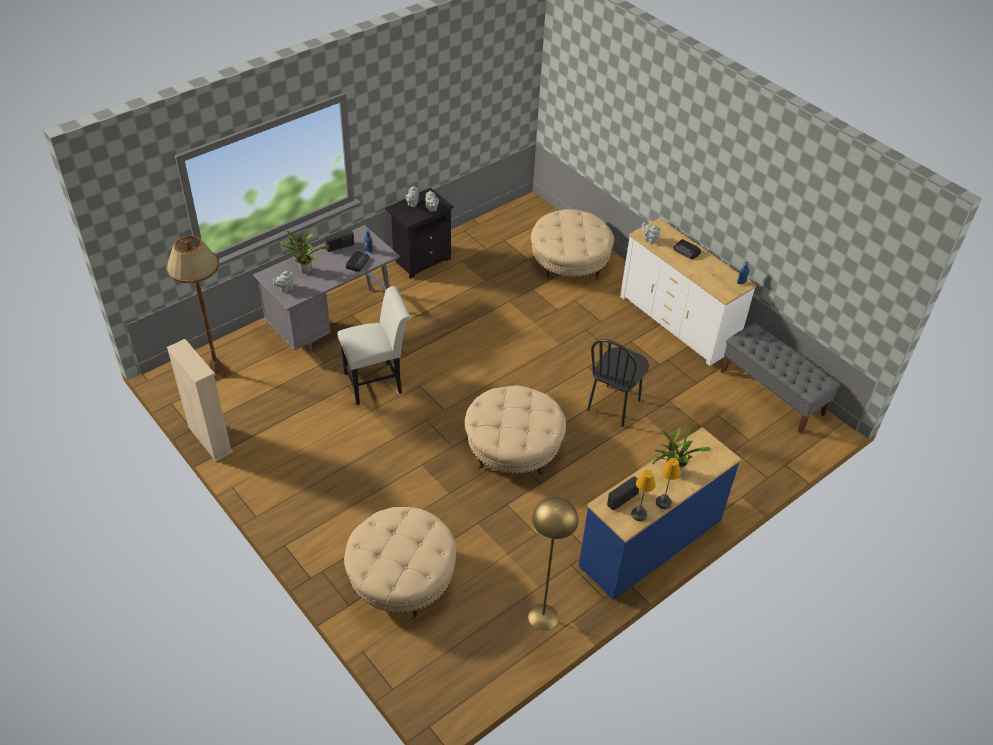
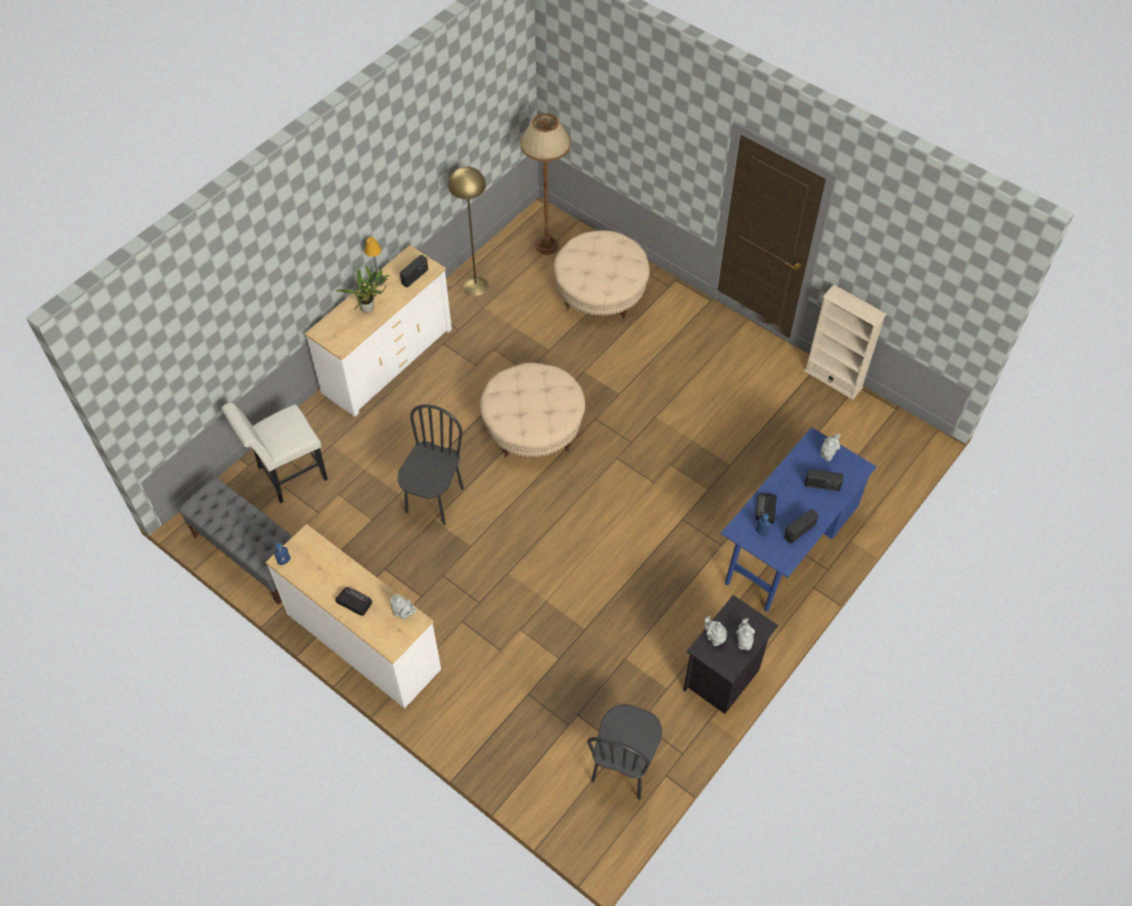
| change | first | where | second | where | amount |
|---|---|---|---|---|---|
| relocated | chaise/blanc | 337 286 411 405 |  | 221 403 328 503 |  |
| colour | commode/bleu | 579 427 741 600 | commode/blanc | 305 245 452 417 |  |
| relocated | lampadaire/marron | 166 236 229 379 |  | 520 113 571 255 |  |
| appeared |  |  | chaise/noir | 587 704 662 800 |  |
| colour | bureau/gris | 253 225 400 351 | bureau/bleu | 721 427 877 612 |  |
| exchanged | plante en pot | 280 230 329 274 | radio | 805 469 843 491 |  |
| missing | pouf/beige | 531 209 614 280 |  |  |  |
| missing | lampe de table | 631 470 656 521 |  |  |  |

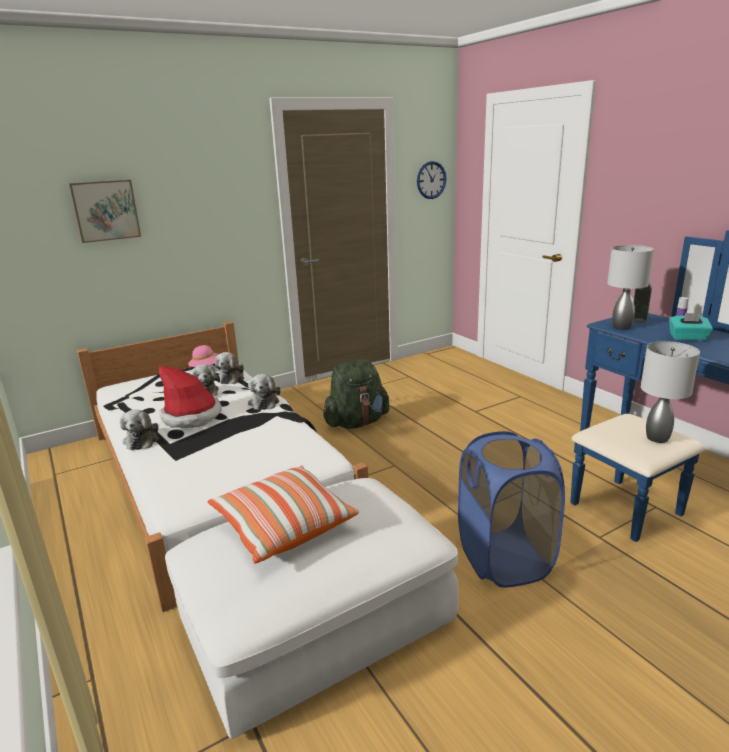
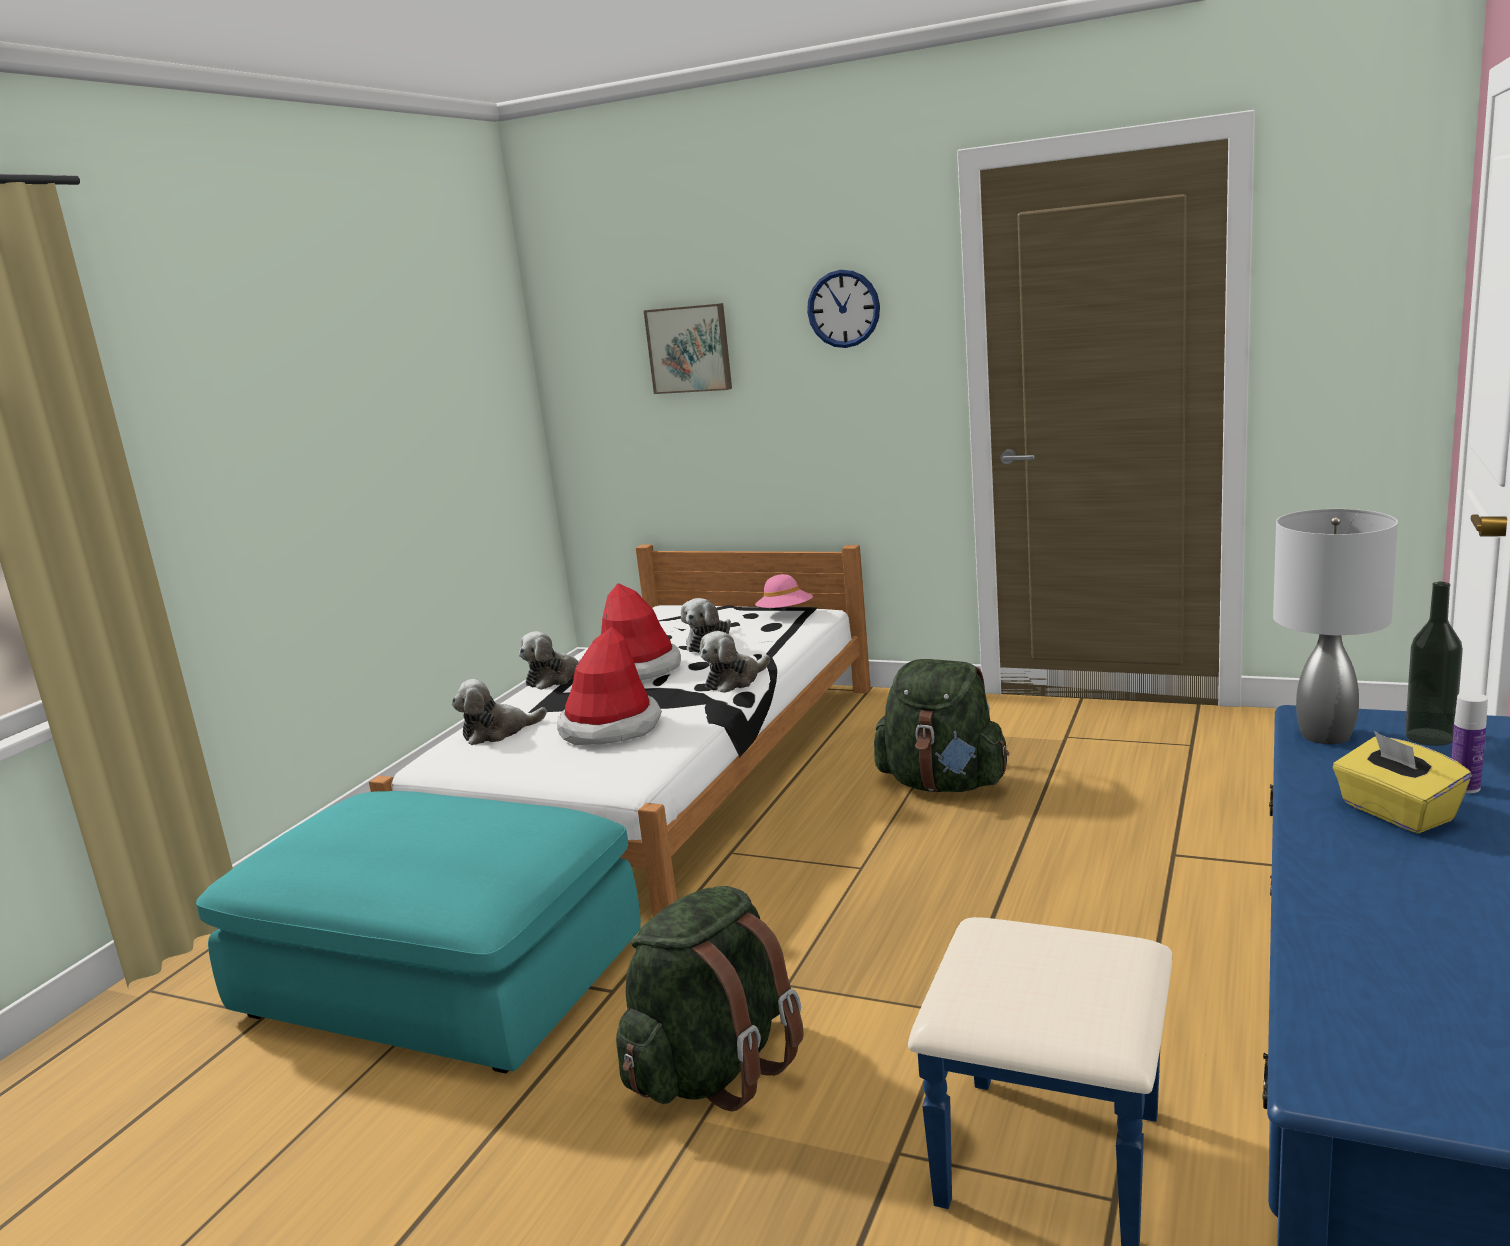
| change | first | where | second | where | amount |
|---|---|---|---|---|---|
| colour | pouf/blanc | 165 478 458 739 | pouf/turquoise | 196 791 641 1073 |  |
| relocated | peluche | 215 352 244 384 |  | 452 679 547 745 |  |
| appeared |  |  | chapeau | 557 627 662 745 |  |
| exchanged | panier à linge/bleu | 458 431 565 588 | sac à dos/vert | 616 886 804 1112 |  |
| relocated | horloge murale | 417 161 446 199 |  | 807 270 880 348 |  |
| colour | boîte à mouchoirs/turquoise | 669 313 713 341 | boîte à mouchoirs/jaune | 1332 731 1472 833 |  |
| missing | coussin | 208 465 359 563 |  |  |  |
| missing | lampe de table/gris | 641 341 700 443 |  |  |  |

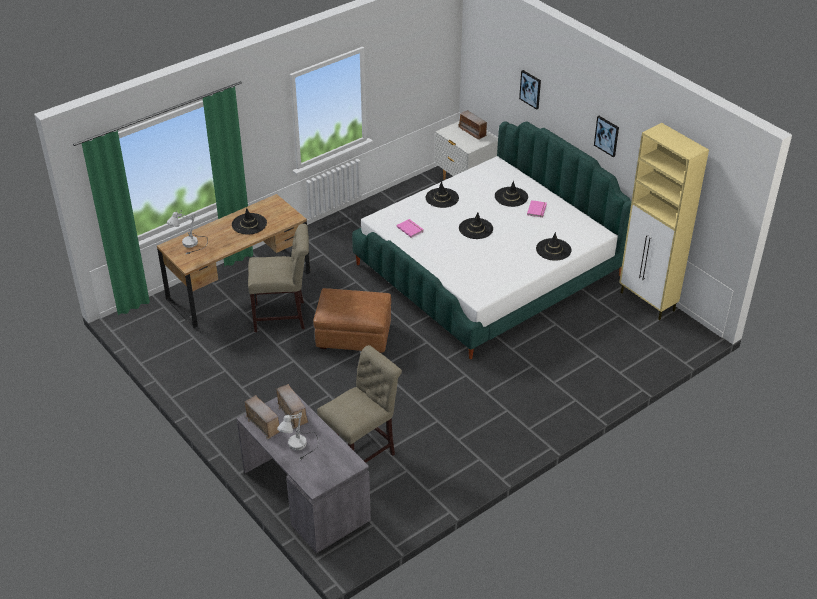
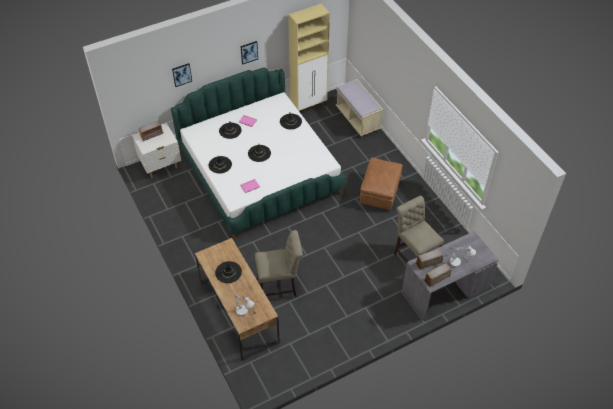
| change | first | where | second | where | amount |
|---|---|---|---|---|---|
| spun | chaise/beige | 248 224 309 332 |  | 255 230 303 297 | 75 degrees clockwise |
| appeared |  |  | banc/beige | 336 79 383 136 |  |
| relocated | pouf/marron | 313 288 391 353 |  | 360 158 402 210 |  |

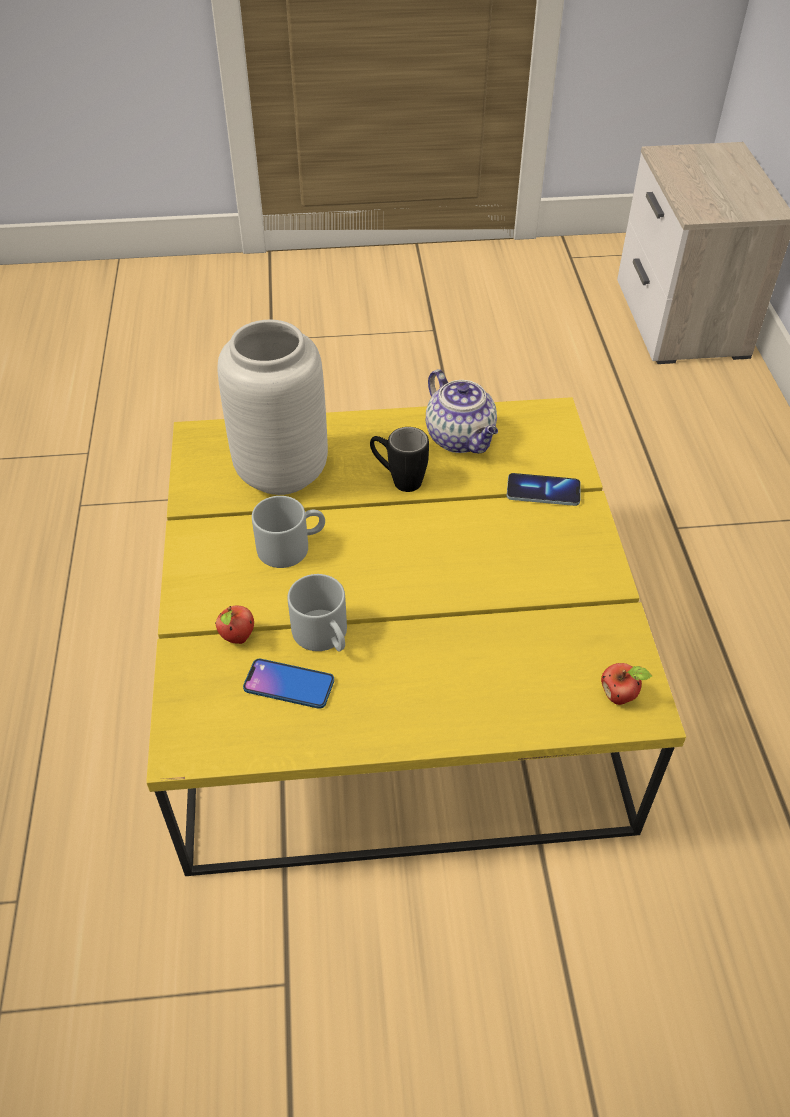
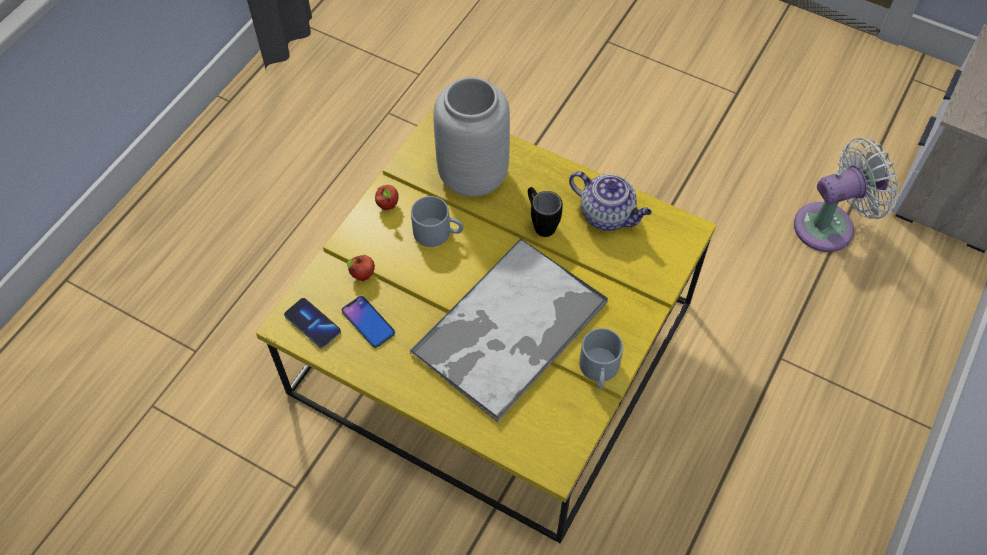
| change | first | where | second | where | amount |
|---|---|---|---|---|---|
| relocated | téléphone | 507 473 581 506 |  | 284 298 341 349 |  |
| relocated | pomme | 601 663 652 705 |  | 375 185 398 210 |  |
| appeared |  |  | plateau | 409 238 608 422 |  |
| spun | théière | 426 369 498 453 |  | 569 171 652 231 | 60 degrees counterclockwise |
| relocated | mug/gris | 288 574 347 651 |  | 579 328 623 389 |  |
| appeared |  |  | ventilateur/blanc | 794 138 899 252 |  |

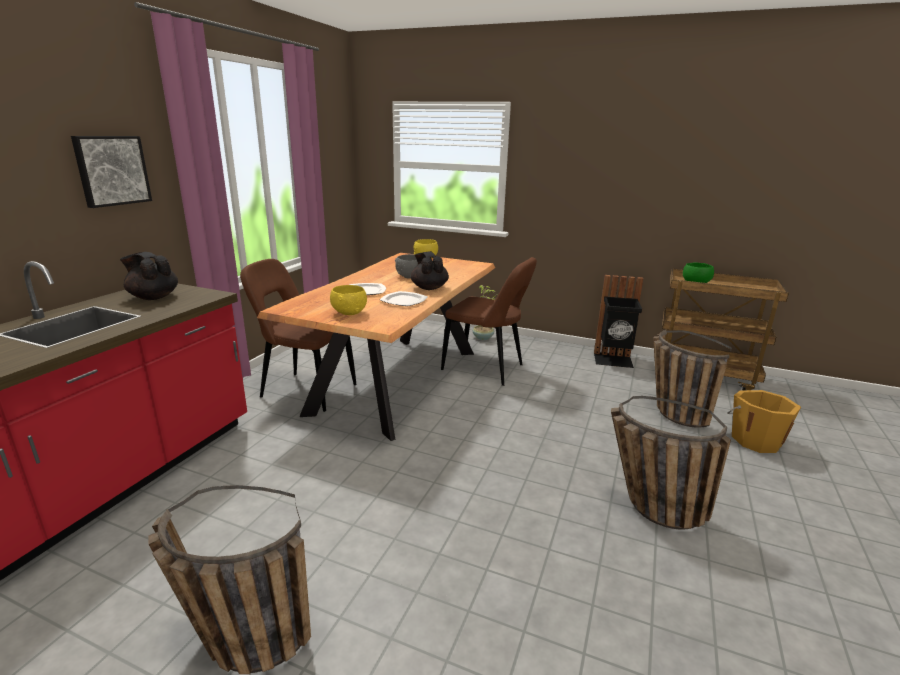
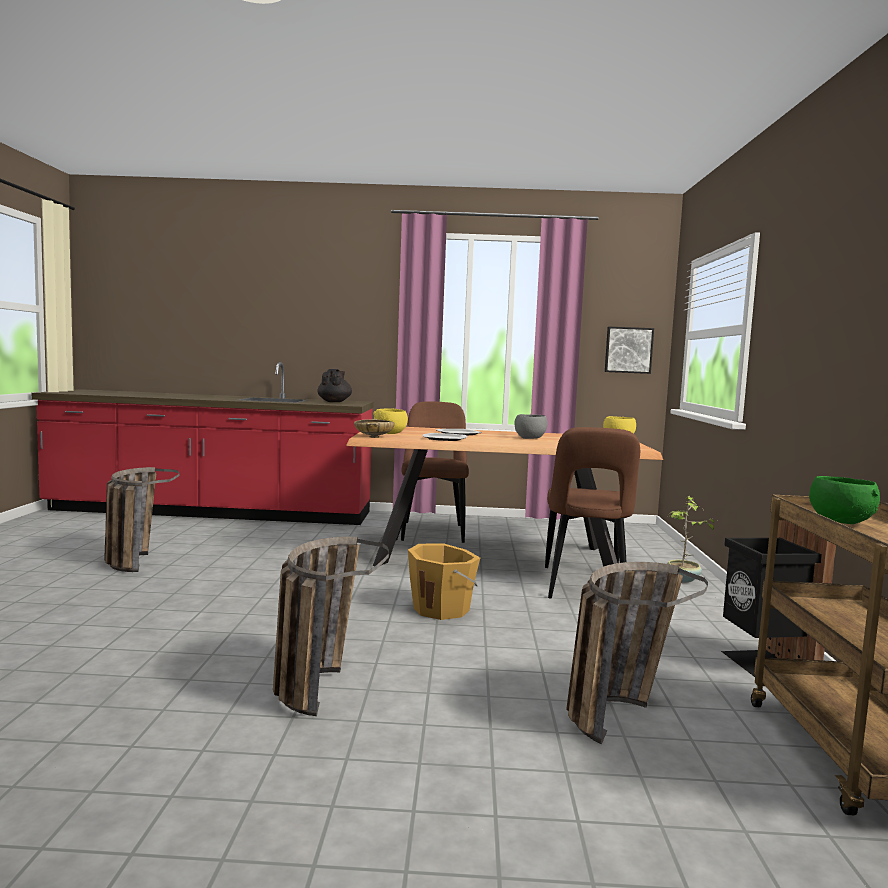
| change | first | where | second | where | amount |
|---|---|---|---|---|---|
| appeared |  |  | bol/beige | 354 419 395 438 |  |
| relocated | seau/orange | 728 390 801 453 |  | 408 544 480 620 |  |
| relocated | tableau | 71 136 152 208 |  | 605 327 654 374 |  |
| missing | théière/noir | 411 251 449 290 |  |  |  |

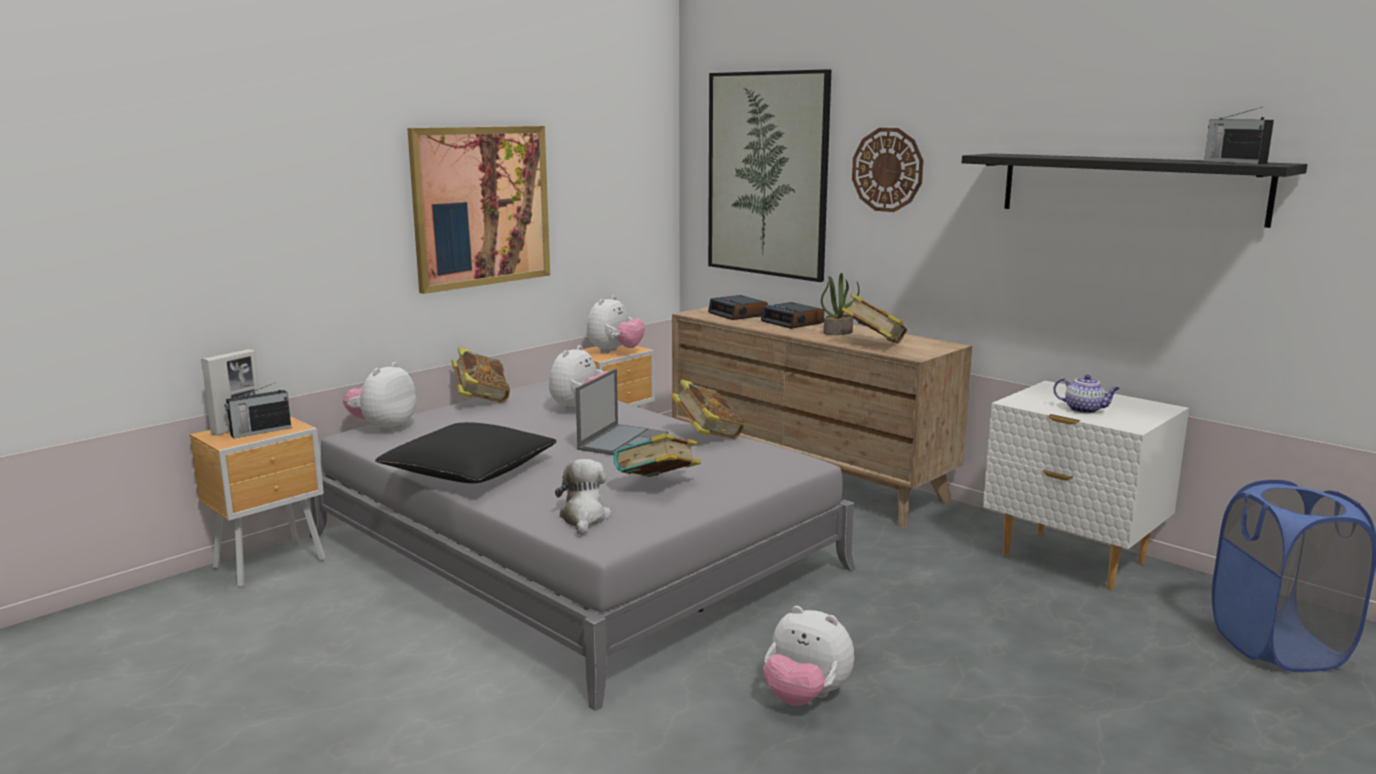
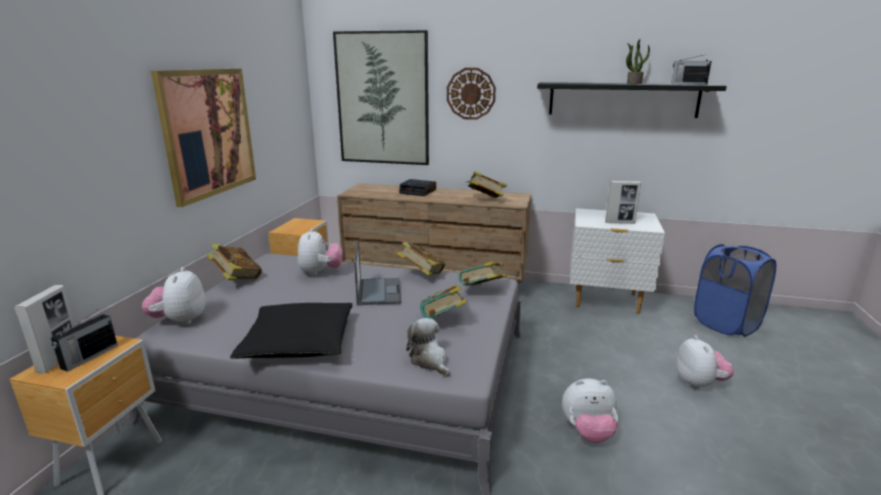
| change | first | where | second | where | amount |
|---|---|---|---|---|---|
| appeared |  |  | livre | 459 261 507 286 |  |
| exchanged | théière | 1053 374 1120 414 | cadre photo | 605 181 641 224 |  |
| relocated | plante en pot | 821 273 860 335 |  | 626 39 650 84 |  |
| relocated | peluche | 587 295 645 354 |  | 676 335 734 390 |  |
| missing | réveil | 708 295 768 320 |  |  |  |

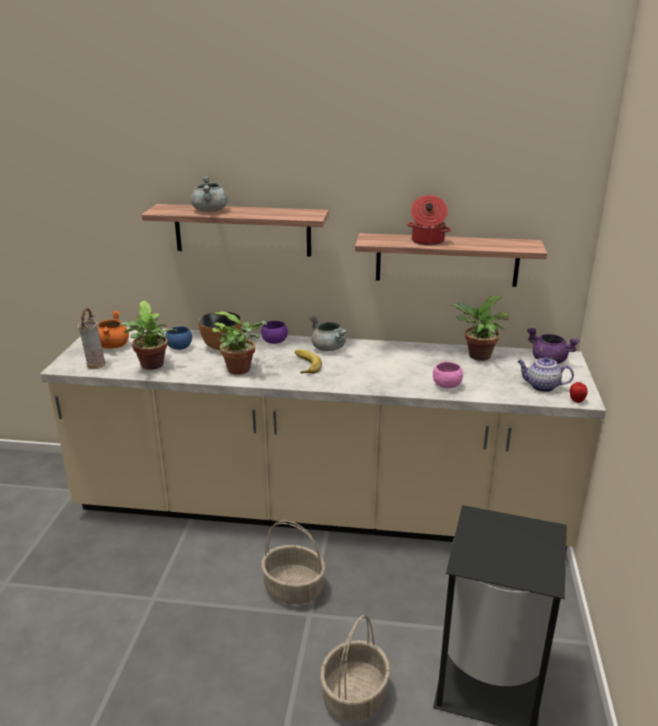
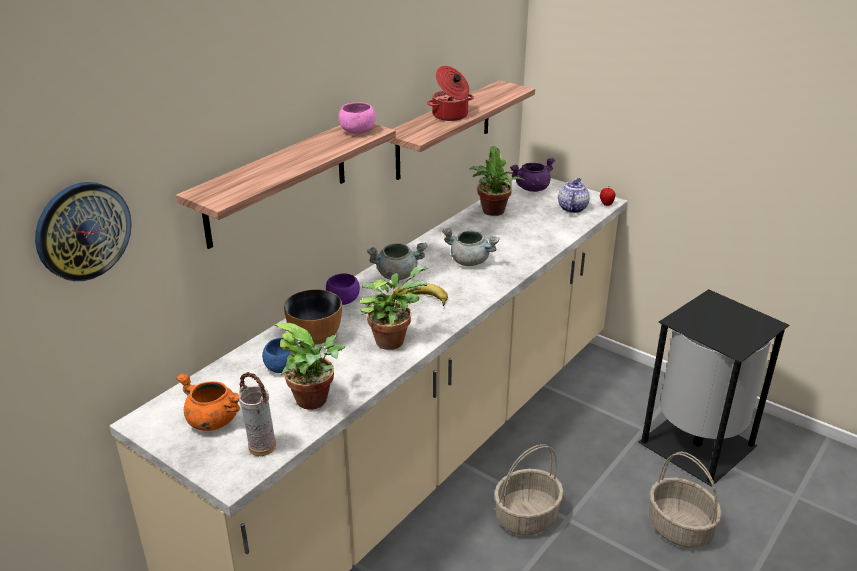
| change | first | where | second | where | amount |
|---|---|---|---|---|---|
| appeared |  |  | horloge murale | 35 182 132 281 |  |
| relocated | bol/rose | 433 362 463 388 |  | 339 103 376 134 |  |
| relocated | marmite/gris | 191 175 228 212 |  | 442 228 500 266 |  |
| spun | théière | 517 357 574 392 |  | 558 178 590 213 | 150 degrees clockwise |

